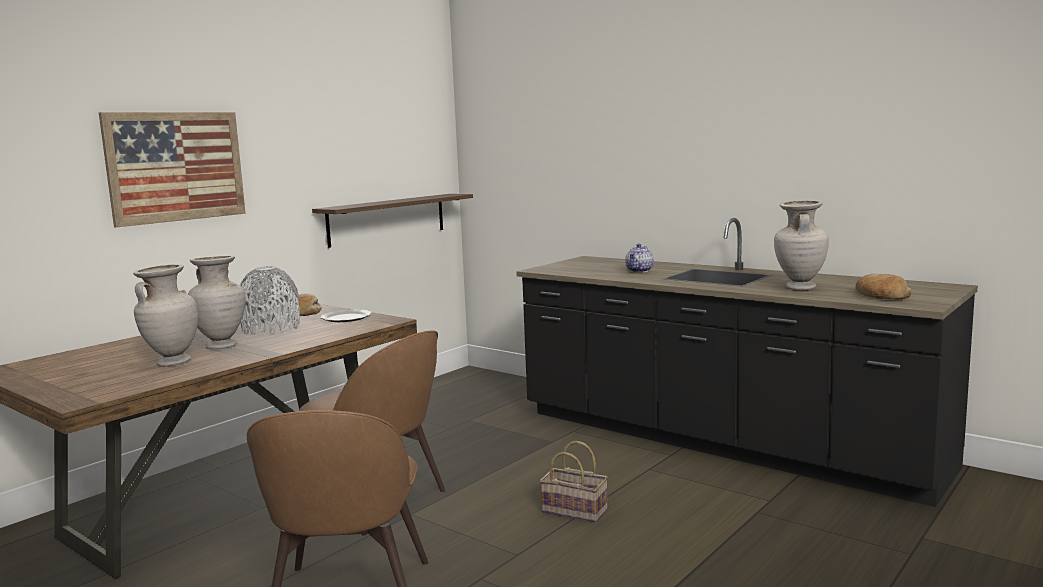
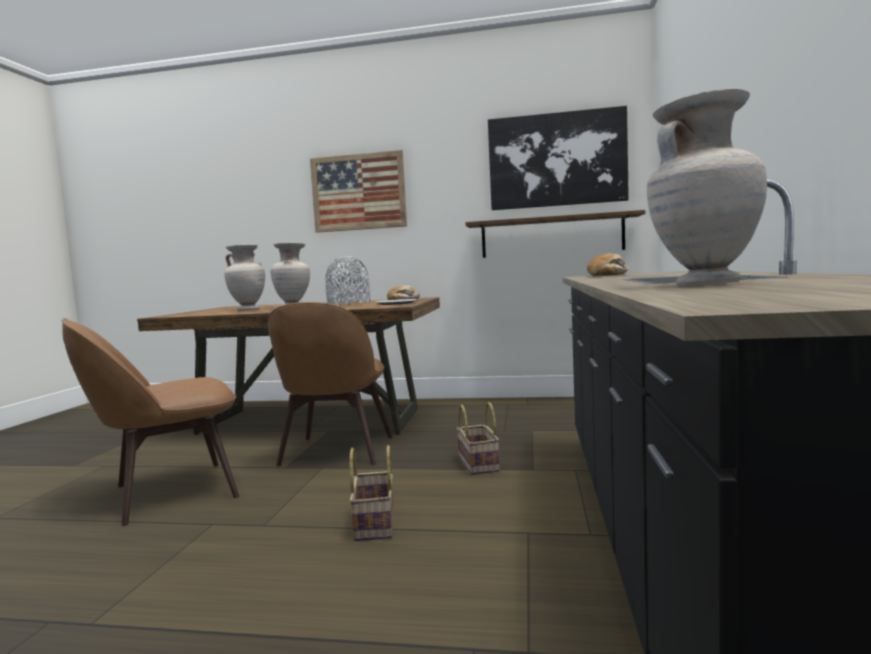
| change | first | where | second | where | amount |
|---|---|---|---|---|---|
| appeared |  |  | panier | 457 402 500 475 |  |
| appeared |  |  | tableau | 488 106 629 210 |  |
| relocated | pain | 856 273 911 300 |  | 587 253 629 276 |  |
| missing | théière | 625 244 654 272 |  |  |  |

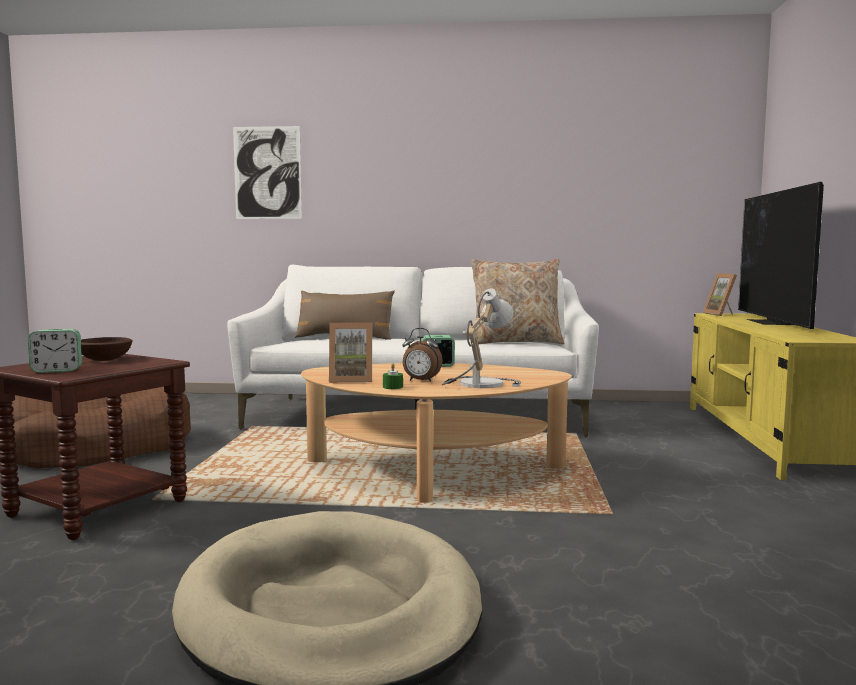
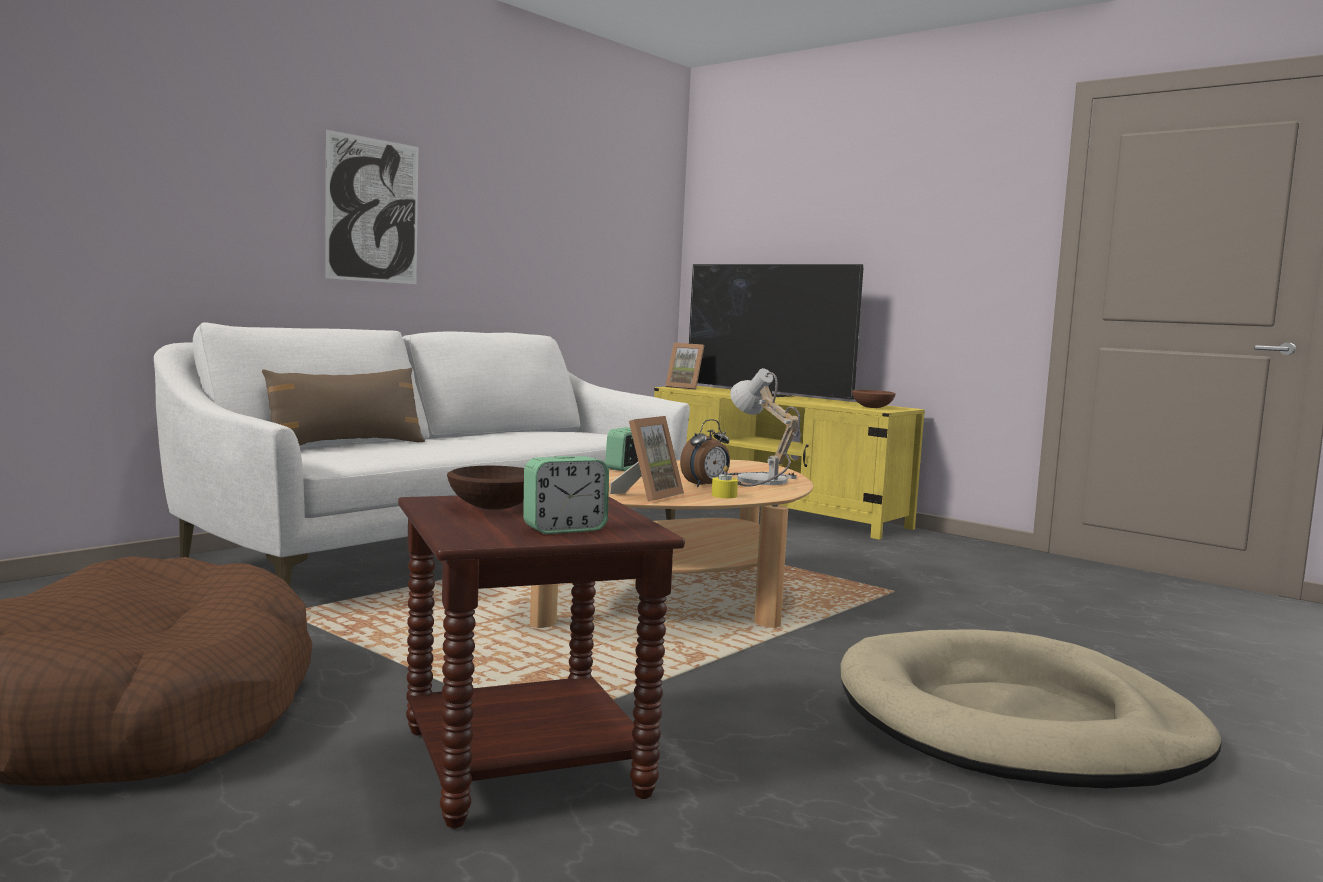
| change | first | where | second | where | amount |
|---|---|---|---|---|---|
| relocated | tableau | 233 126 302 219 |  | 325 130 418 284 |  |
| spun | réveil | 28 329 82 373 |  | 523 456 609 534 | 45 degrees clockwise |
| colour | bougie/vert | 383 363 403 389 | bougie/jaune | 712 466 738 498 |  |
| appeared |  |  | bol/marron | 852 390 896 408 |  |
| missing | coussin/beige | 471 259 564 344 |  |  |  |

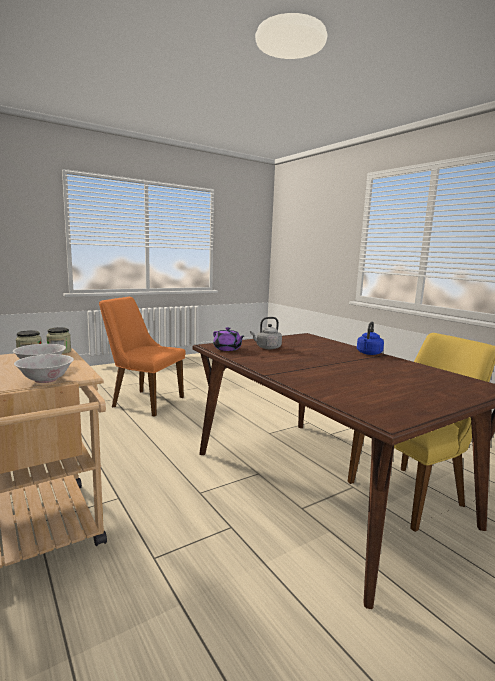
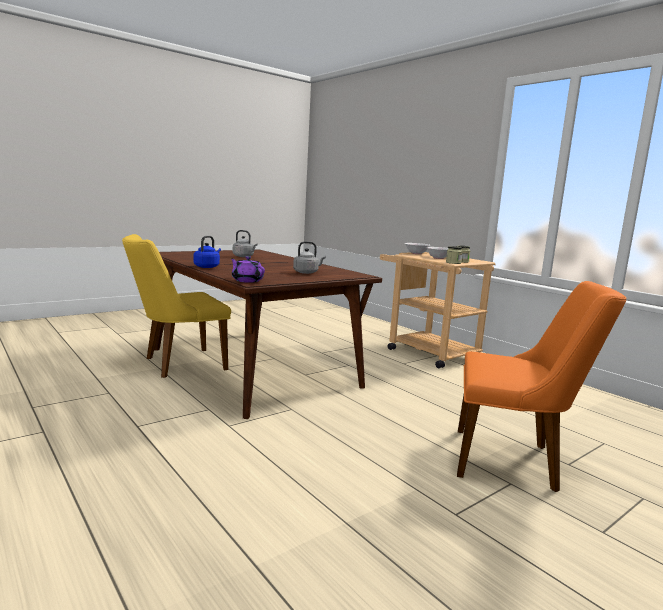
| change | first | where | second | where | amount |
|---|---|---|---|---|---|
| relocated | théière/violet | 213 327 244 351 |  | 231 256 265 283 |  |
| appeared |  |  | bouilloire/gris | 233 230 258 257 |  |

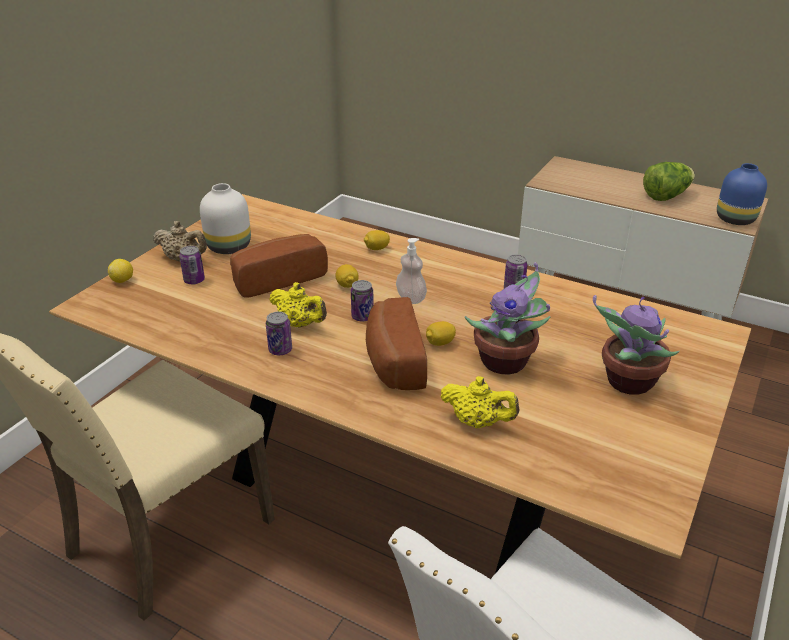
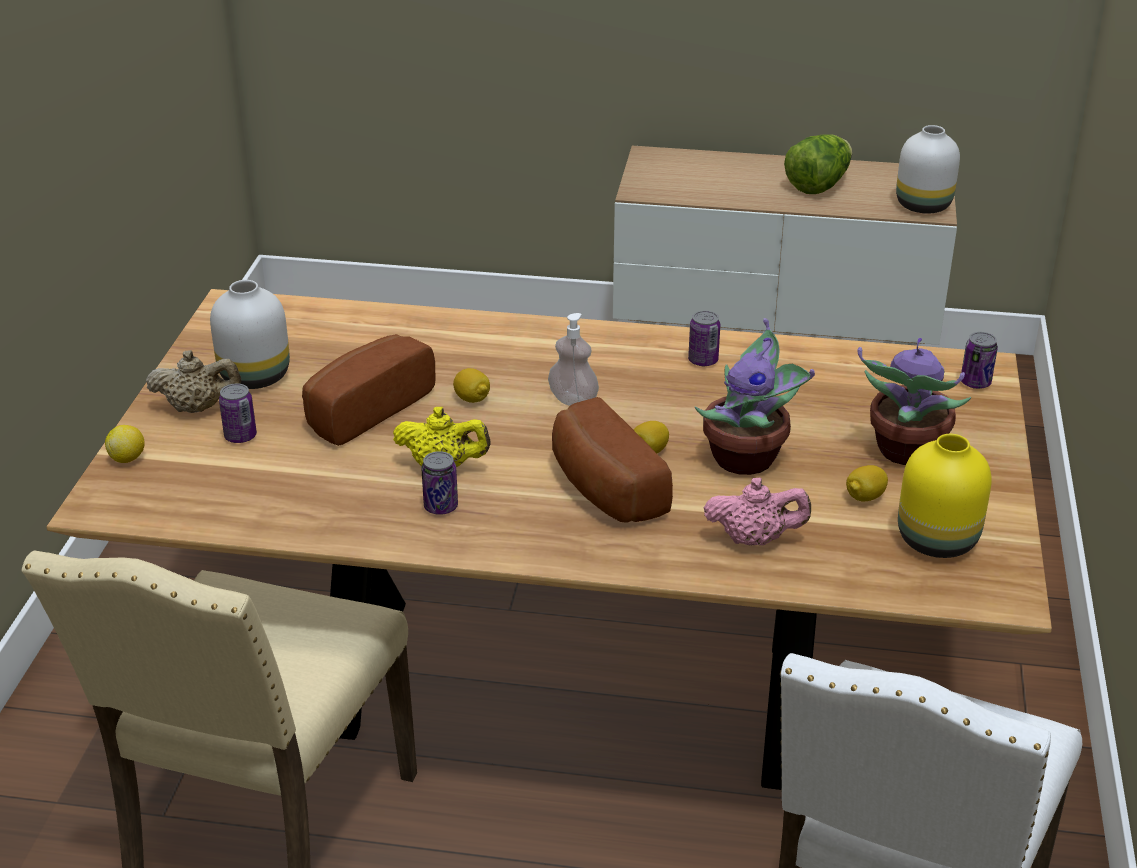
| change | first | where | second | where | amount |
|---|---|---|---|---|---|
| colour | théière/jaune | 441 376 519 428 | théière/rose | 704 478 811 545 |  |
| relocated | citron | 364 230 390 250 |  | 846 465 888 501 |  |
| colour | vase/bleu | 717 163 767 225 | vase/blanc | 896 125 960 214 |  |
| appeared |  |  | vase/jaune | 898 434 992 558 |  |
| relocated | boîte métallique | 351 280 374 321 |  | 961 332 998 389 |  |

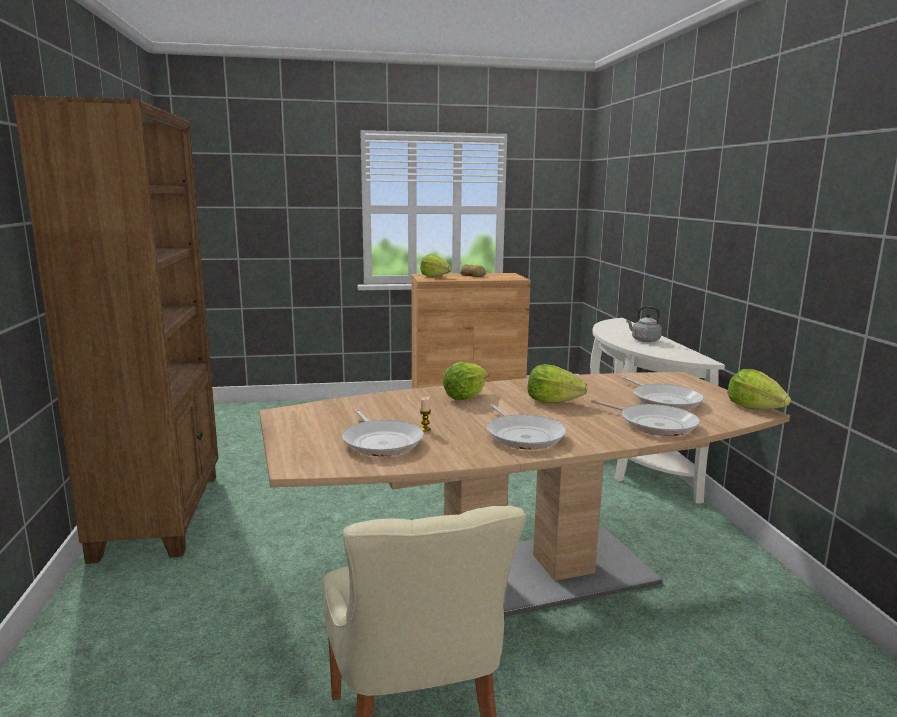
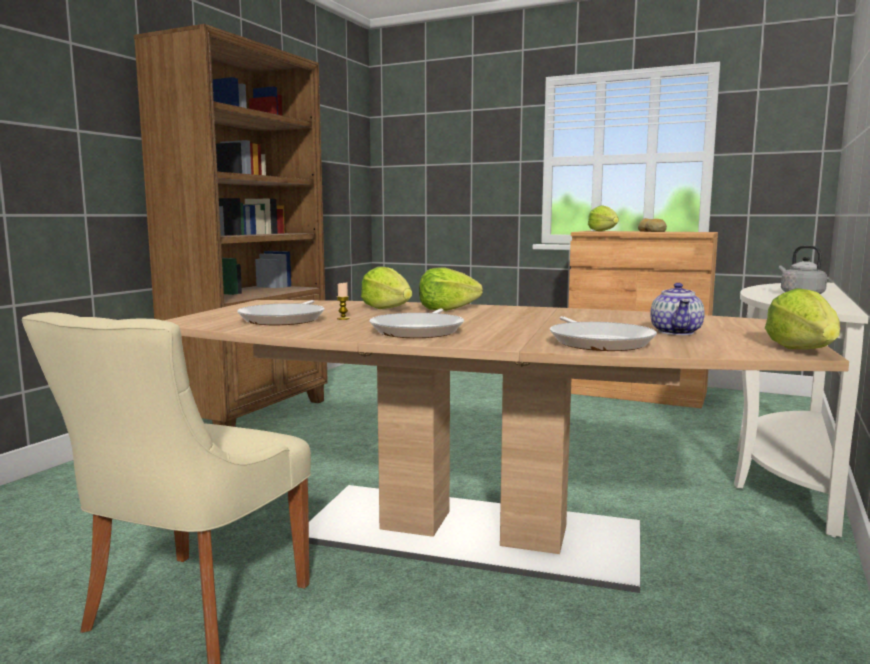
| change | first | where | second | where | amount |
|---|---|---|---|---|---|
| relocated | laitue | 527 364 588 403 |  | 361 266 412 309 |  |
| exchanged | poêle | 622 376 704 410 | théière | 650 283 705 335 |  |

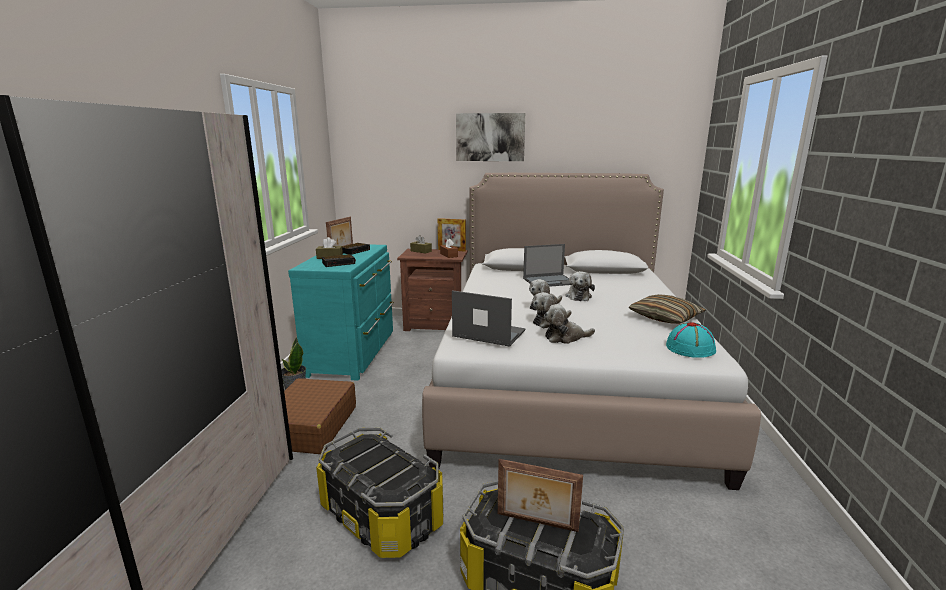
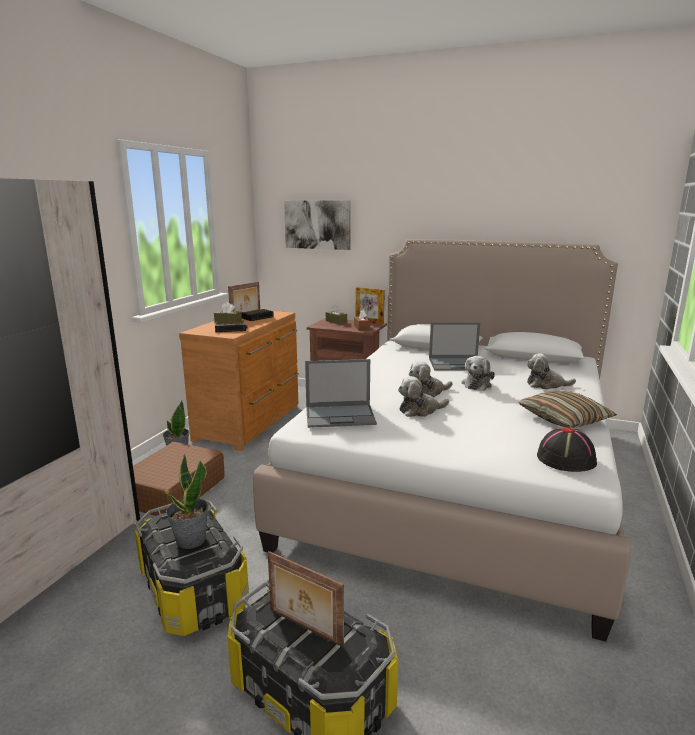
| change | first | where | second | where | amount |
|---|---|---|---|---|---|
| appeared |  |  | plante en pot | 166 455 208 549 |  |
| colour | commode/turquoise | 288 245 394 381 | commode/marron | 179 311 299 451 |  |
| relocated | tableau | 456 113 525 161 |  | 284 200 350 250 |  |
| spun | ordinateur portable | 452 290 525 347 |  | 305 359 377 428 | 135 degrees clockwise |
| relocated | peluche | 544 304 595 344 |  | 527 353 576 390 |  |
| colour | chapeau/turquoise | 666 322 716 358 | chapeau/noir | 537 427 597 472 |  |

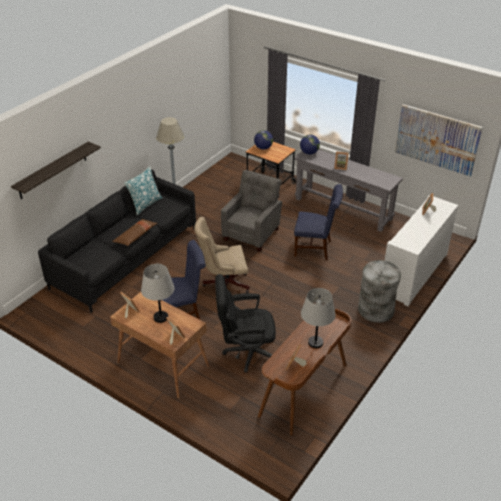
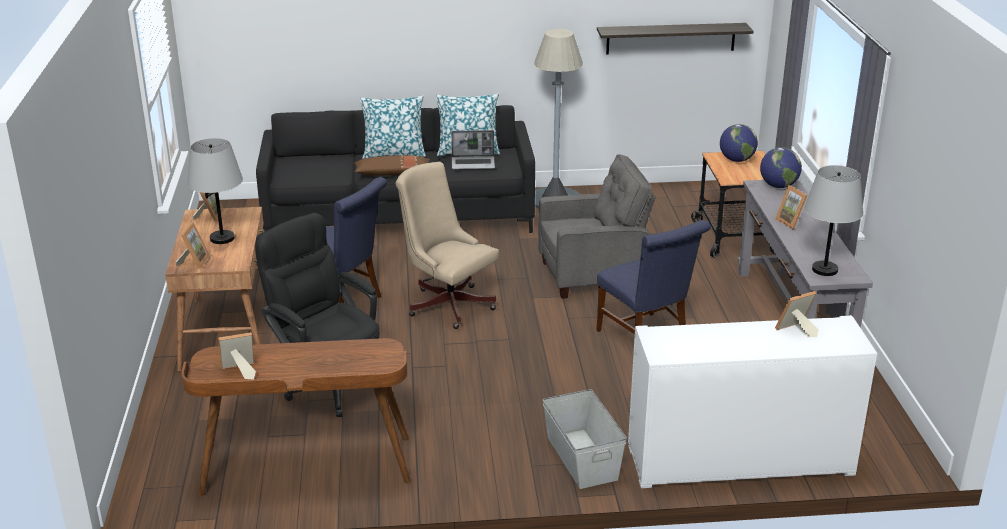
| change | first | where | second | where | amount |
|---|---|---|---|---|---|
| appeared |  |  | coussin | 360 95 426 159 |  |
| appeared |  |  | ordinateur portable | 451 130 495 169 |  |
| exchanged | poubelle/gris | 358 260 401 323 | boîte de rangement/gris | 543 389 627 489 |  |
| relocated | étagère | 11 142 101 199 |  | 597 23 754 55 |  |
| relocated | lampe de table/gris | 301 288 335 348 |  | 804 165 863 276 |  |
| missing | tableau | 395 104 483 177 |  |  |  |

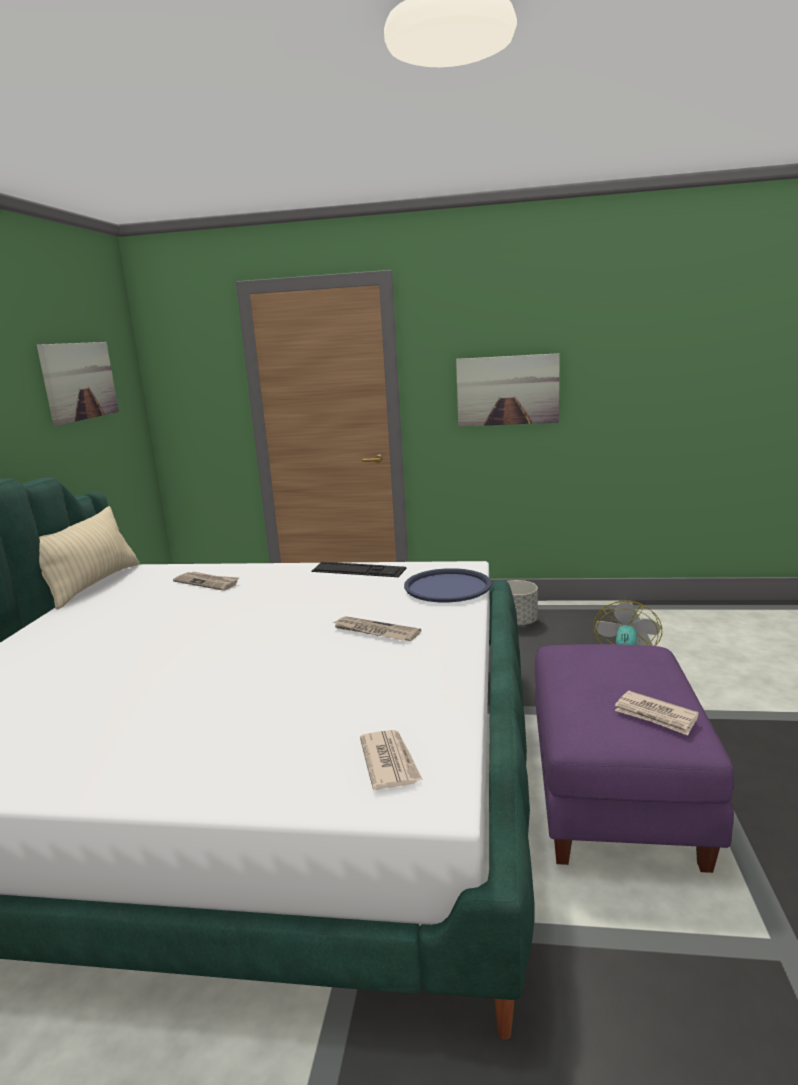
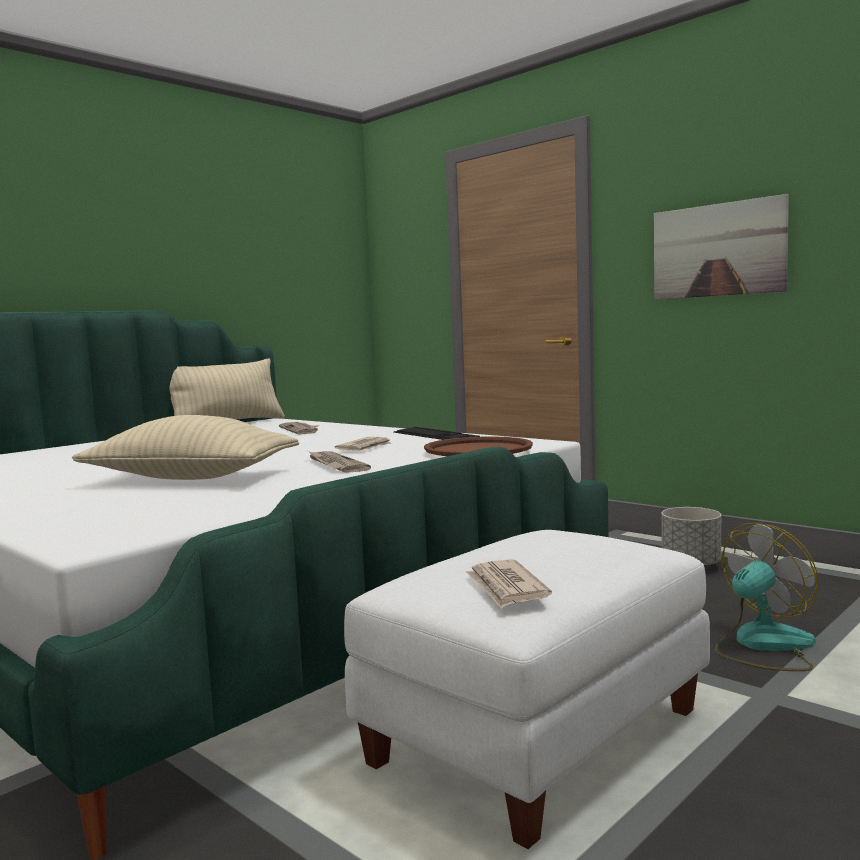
| change | first | where | second | where | amount |
|---|---|---|---|---|---|
| appeared |  |  | coussin/beige | 72 415 299 480 |  |
| relocated | journal | 360 730 423 790 |  | 335 437 391 450 |  |
| colour | pouf/violet | 535 644 734 873 | pouf/blanc | 344 530 710 849 |  |
| colour | plateau/bleu | 404 568 492 602 | plateau/marron | 424 436 533 456 |  |
| missing | tableau | 37 342 119 426 |  |  |  |

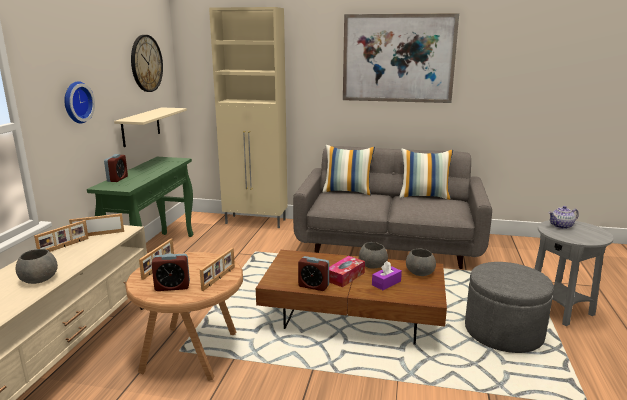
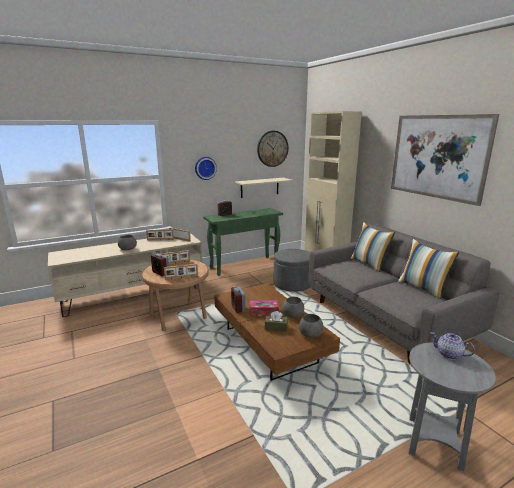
| change | first | where | second | where | amount |
|---|---|---|---|---|---|
| colour | boîte à mouchoirs/violet | 372 261 402 290 | boîte à mouchoirs/marron | 265 311 288 332 |  |
| relocated | pouf/gris | 465 262 554 353 |  | 274 249 310 292 |  |

